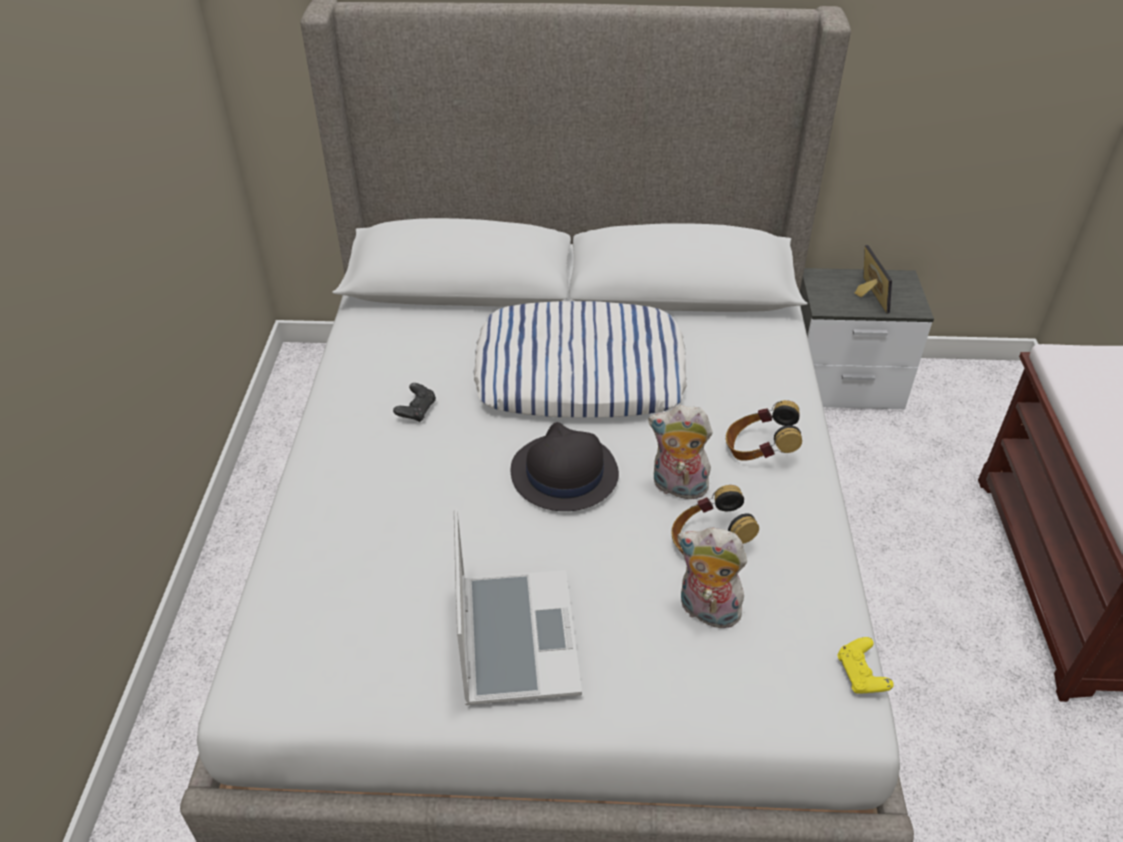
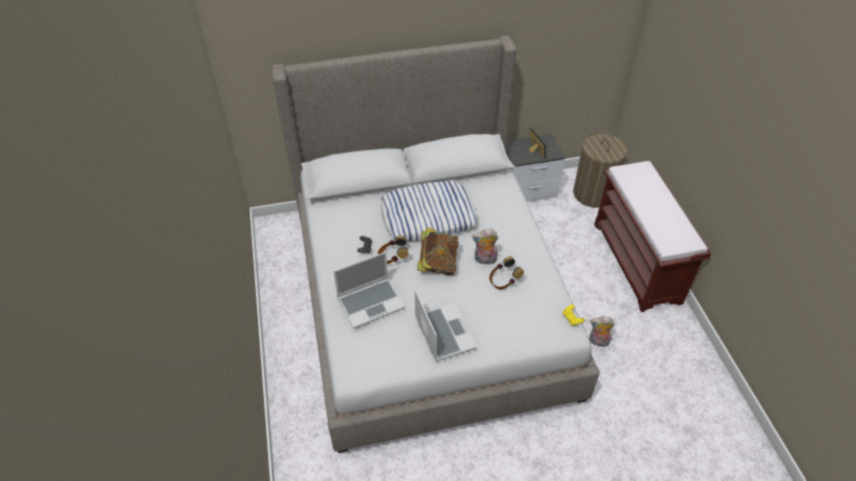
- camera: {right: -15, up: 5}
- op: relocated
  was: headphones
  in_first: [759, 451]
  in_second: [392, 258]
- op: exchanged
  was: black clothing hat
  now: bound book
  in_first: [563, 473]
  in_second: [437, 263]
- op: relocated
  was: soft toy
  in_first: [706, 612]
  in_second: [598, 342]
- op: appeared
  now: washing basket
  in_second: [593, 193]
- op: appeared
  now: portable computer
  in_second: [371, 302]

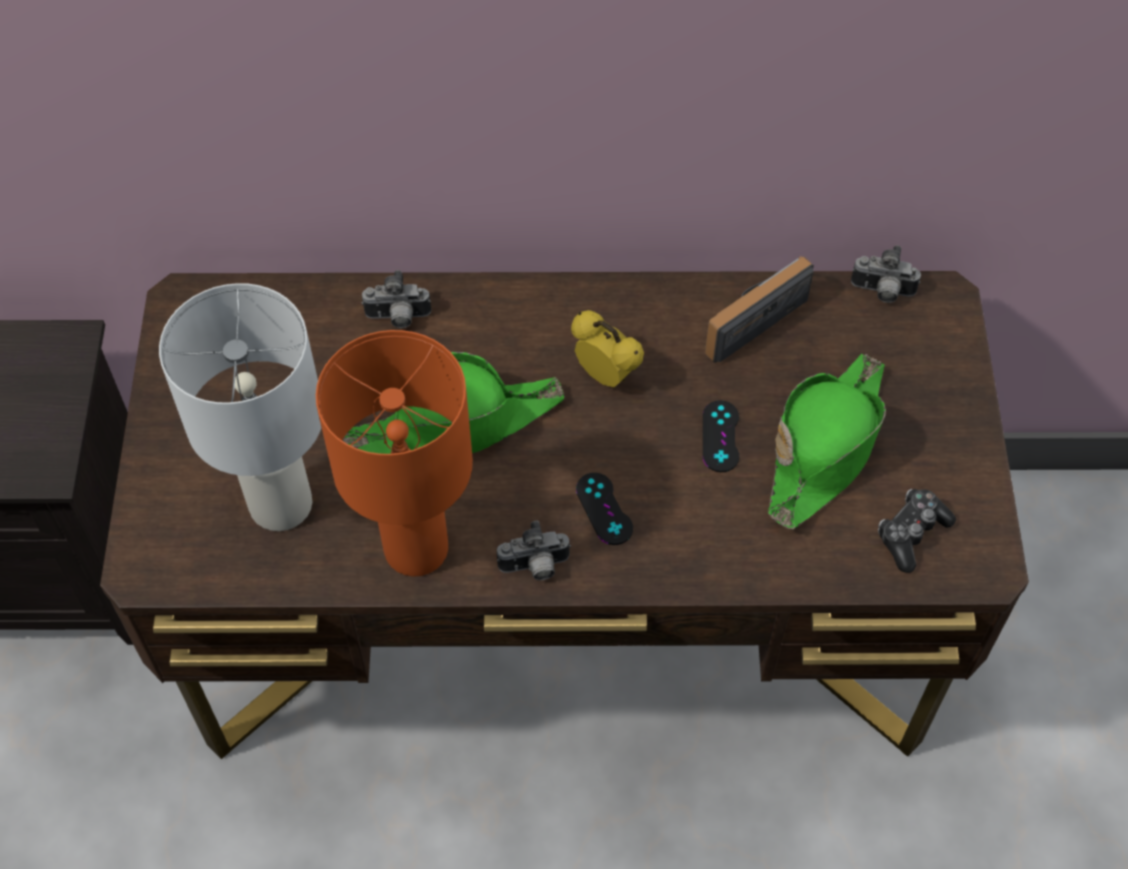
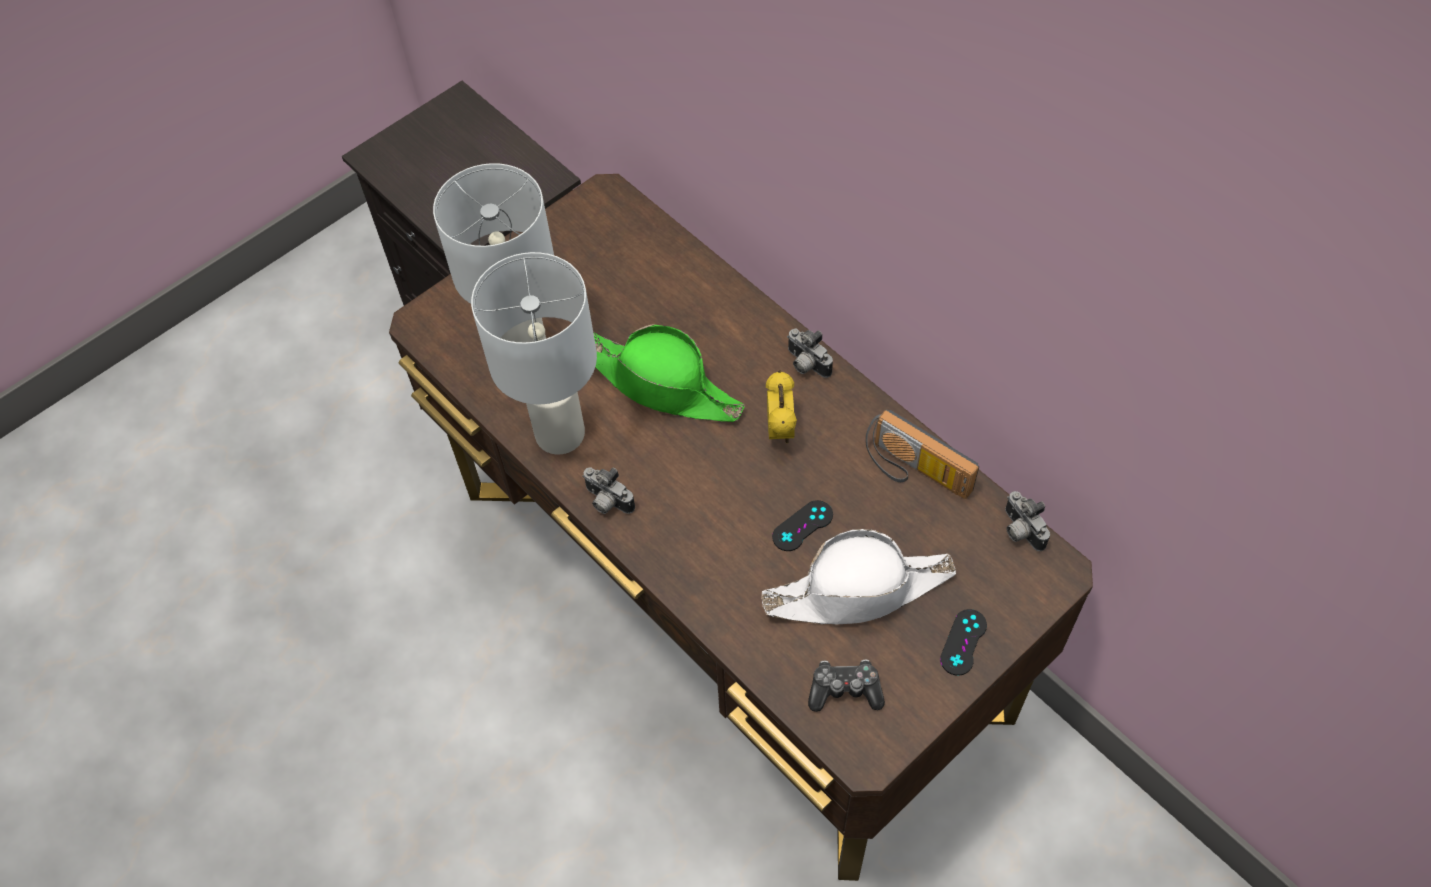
- camera: {right: 50, up: 0}
- op: spun
  was: radio set
  in_first: [751, 316]
  in_second: [914, 472]
  clockwise: -150
- op: relocated
  was: still camera
  in_first: [398, 318]
  in_second: [805, 365]
- op: colour
  was: orange tabletop lamp
  now: white tabletop lamp
  in_first: [414, 548]
  in_second: [558, 433]
- op: colour
  was: green clothing hat
  now: white clothing hat
  in_first: [825, 447]
  in_second: [858, 590]
- op: relocated
  was: black gamepad
  in_first: [604, 509]
  in_second: [963, 642]

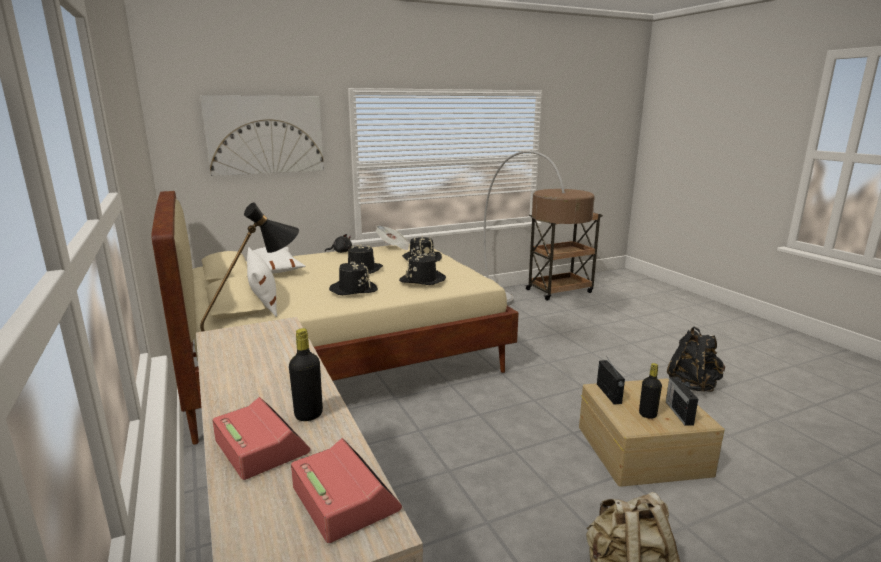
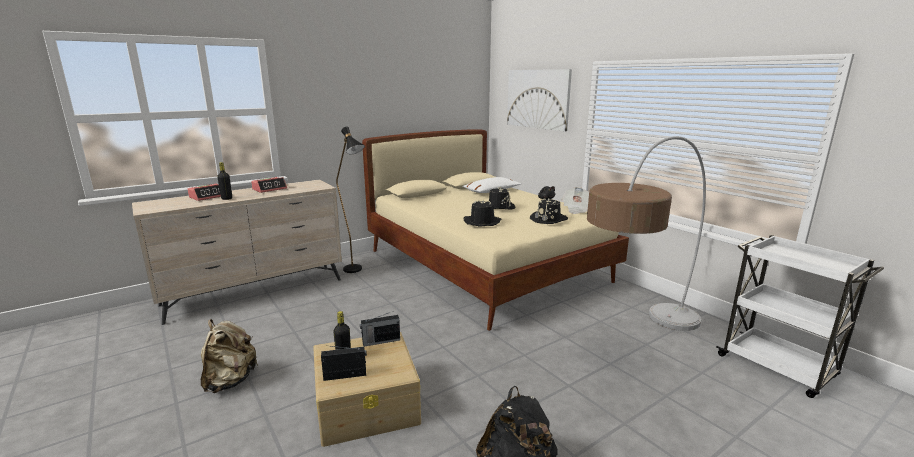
- camera: {right: 80, up: 0}
- op: colour
  was: brownish wheeled cart
  now: white wheeled cart
  in_first: [560, 291]
  in_second: [778, 367]
- op: missing
  was: white throw pillow
  in_first: [263, 301]
- op: missing
  was: black clothing hat
  in_first: [353, 289]
- op: relocated
  was: alarm clock
  in_first: [344, 499]
  in_second: [269, 189]

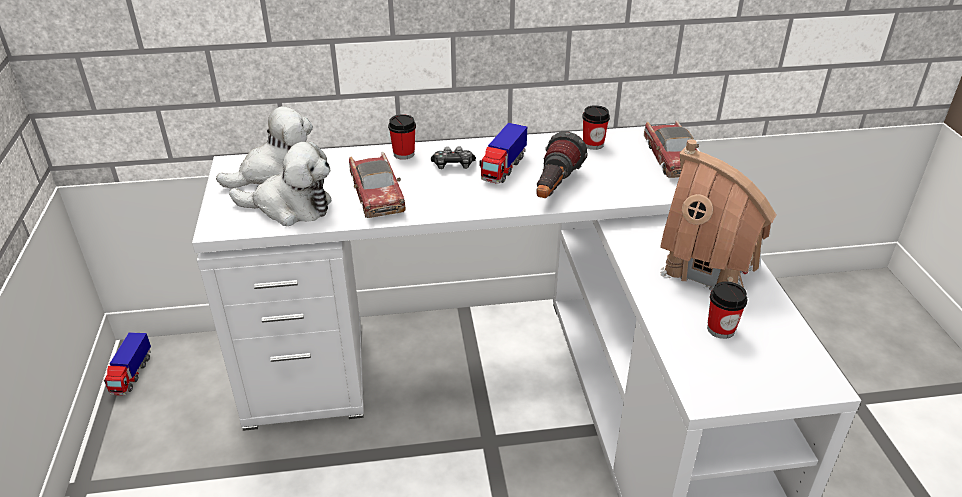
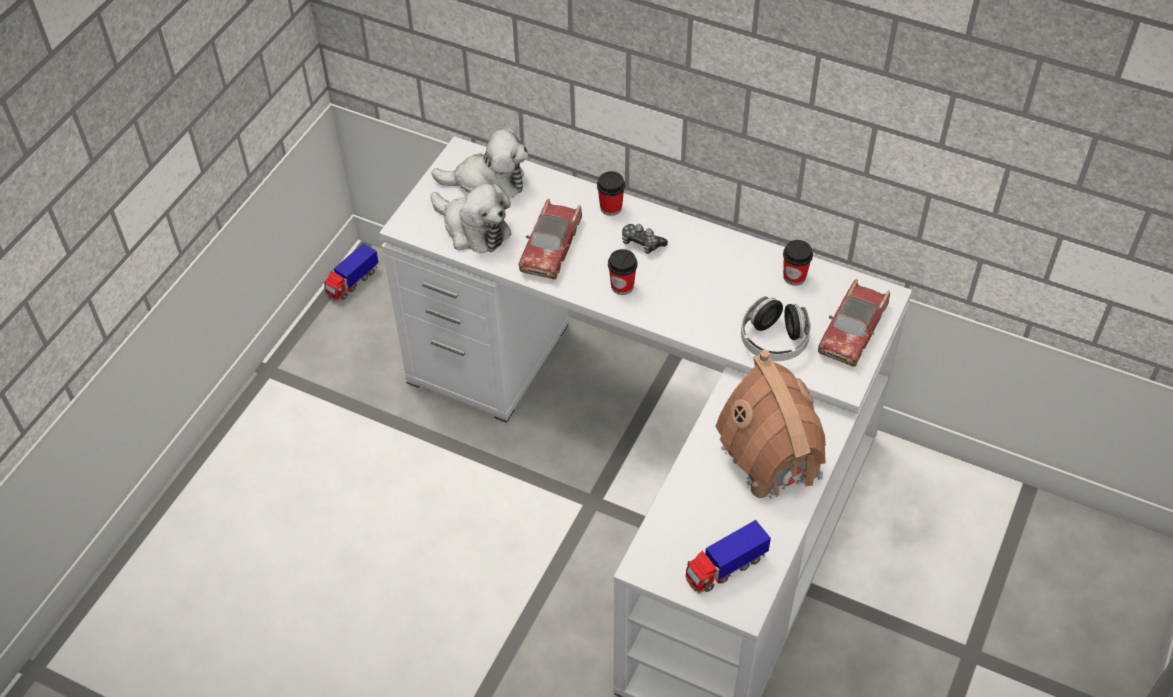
- camera: {right: 35, up: 15}
- op: relocated
  was: toy truck
  in_first: [503, 168]
  in_second: [725, 568]
- op: missing
  was: hand torch
  in_first: [554, 188]
- op: relocated
  was: cup
  in_first: [720, 329]
  in_second: [622, 286]
- op: appeared
  now: headphones
  in_second: [774, 341]

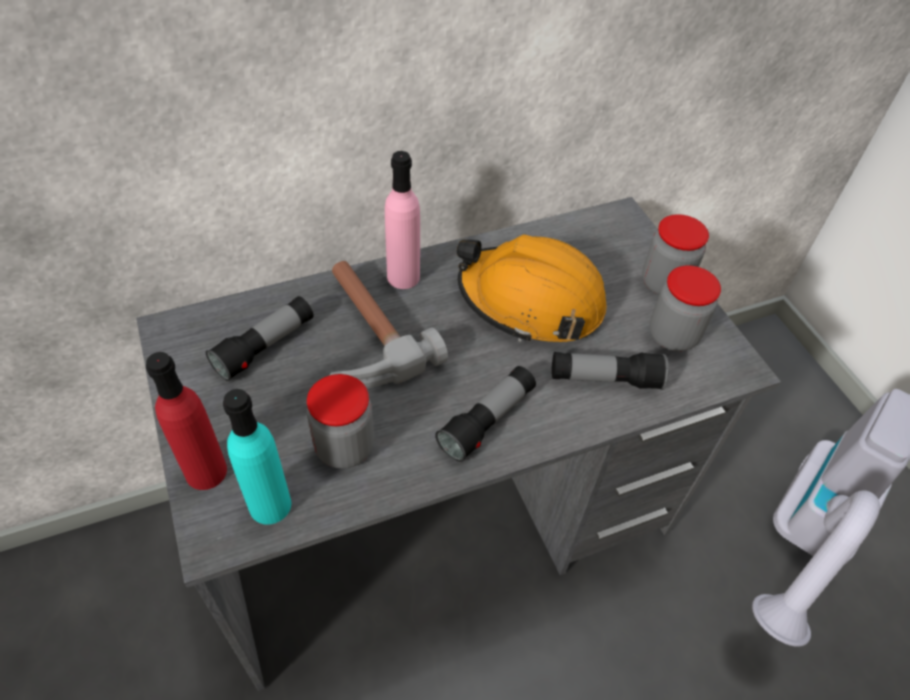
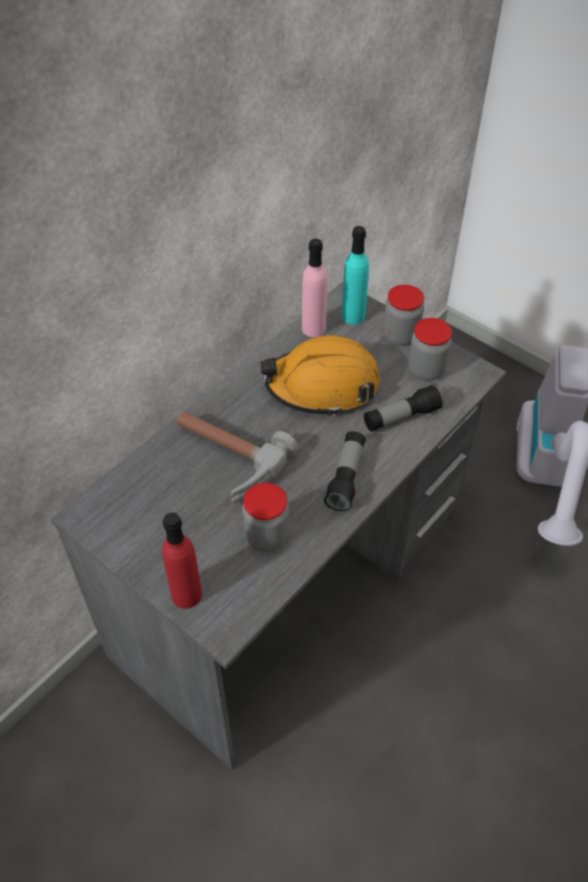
- camera: {right: -25, up: 0}
- op: relocated
  was: pink bottle
  in_first: [403, 277]
  in_second: [313, 328]
- op: missing
  was: hand torch
  in_first: [265, 347]
- op: relocated
  was: blue-green bottle
  in_first: [270, 505]
  in_second: [353, 316]

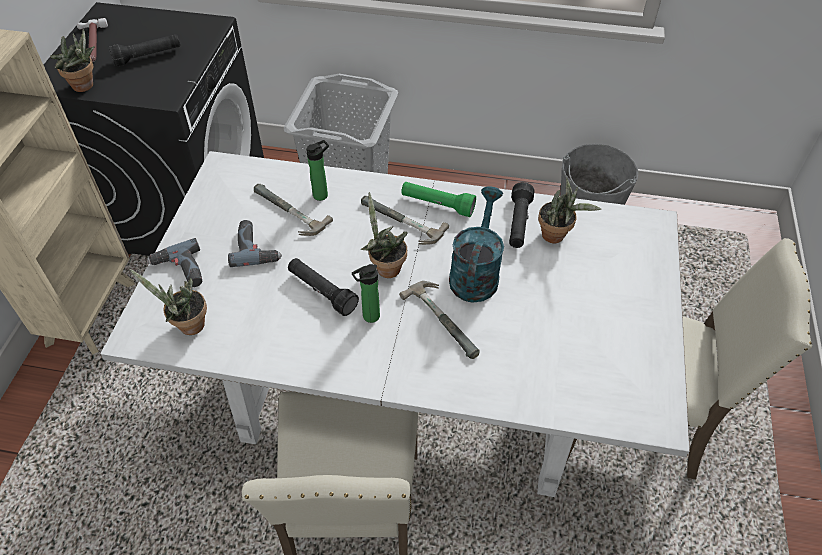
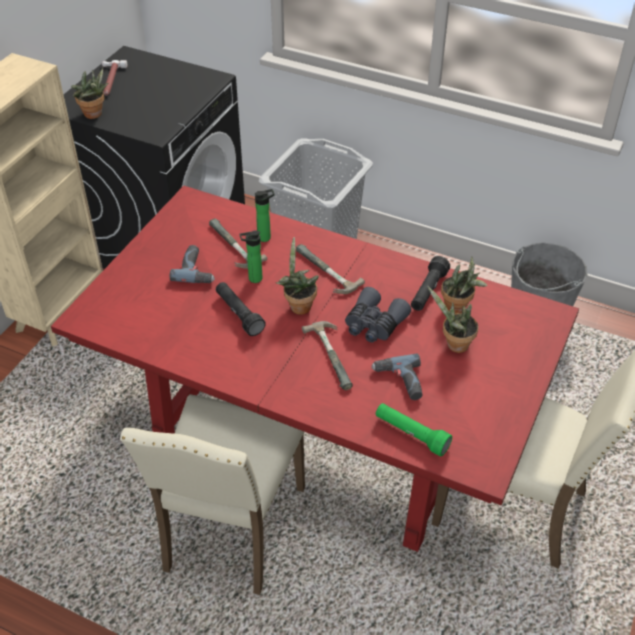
- camera: {right: 15, up: -5}
- op: missing
  was: black hand torch
  in_first: [148, 57]
- op: colour
  was: white kitchen table
  now: reddish kitchen table
  in_first: [408, 389]
  in_second: [315, 432]
- op: relocated
  was: green hand torch
  in_first: [437, 205]
  in_second: [411, 434]
- op: exchanged
  was: blue-green watering pot
  now: grey field glasses
  in_first: [475, 273]
  in_second: [374, 324]
- op: relocated
  was: drill
  in_first: [179, 271]
  in_second: [399, 382]
- op: relocated
  was: bottle
  in_first: [368, 317]
  in_second: [253, 279]
- op: relocated
  was: houseplant
  in_first: [188, 326]
  in_second: [454, 345]

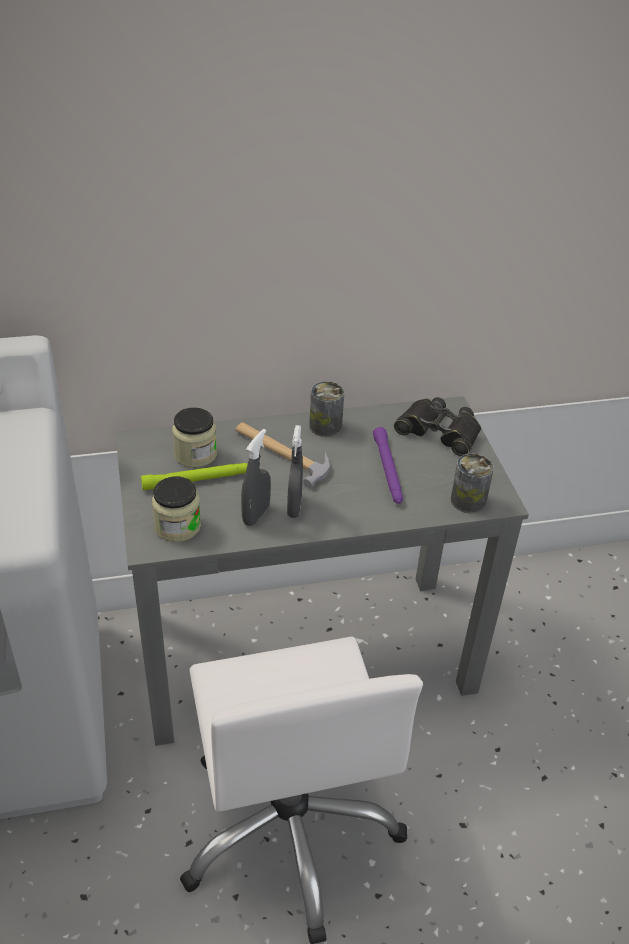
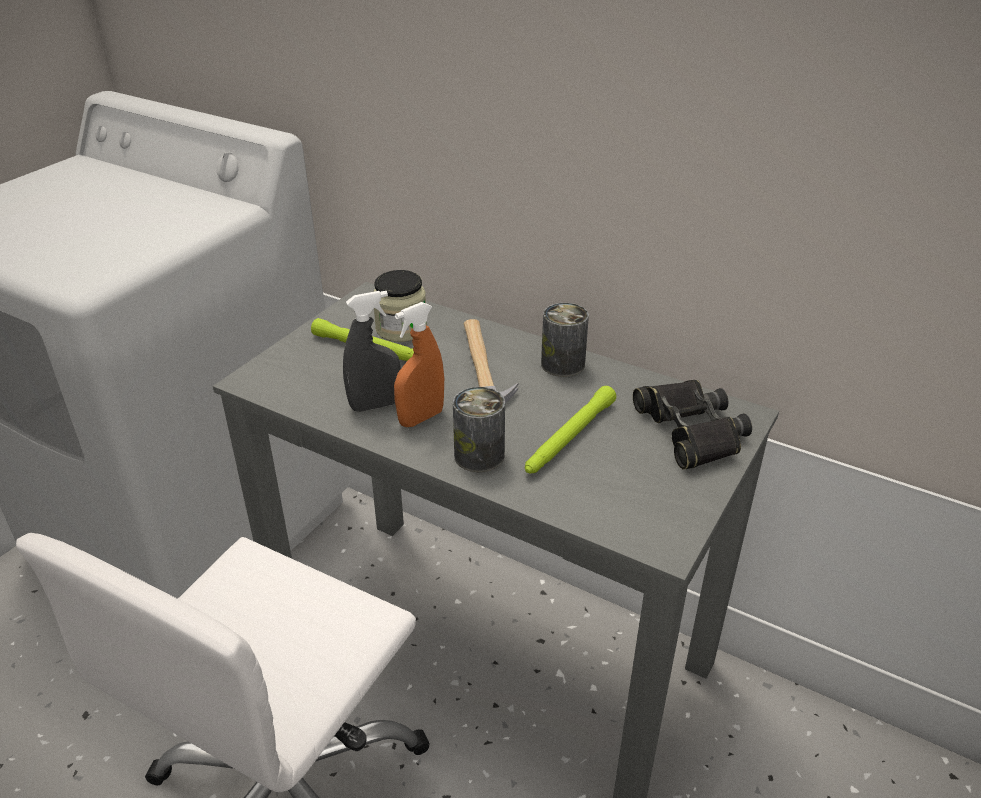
- camera: {right: 45, up: -5}
- op: colour
  was: grey spray bottle
  now: orange spray bottle
  in_first: [294, 506]
  in_second: [421, 418]
- op: colour
  was: purple-coloured hand torch
  now: green hand torch
  in_first: [388, 471]
  in_second: [569, 438]
- op: relocated
  was: can
  in_first: [468, 501]
  in_second: [479, 455]
- op: missing
  was: jar
  in_first: [177, 526]

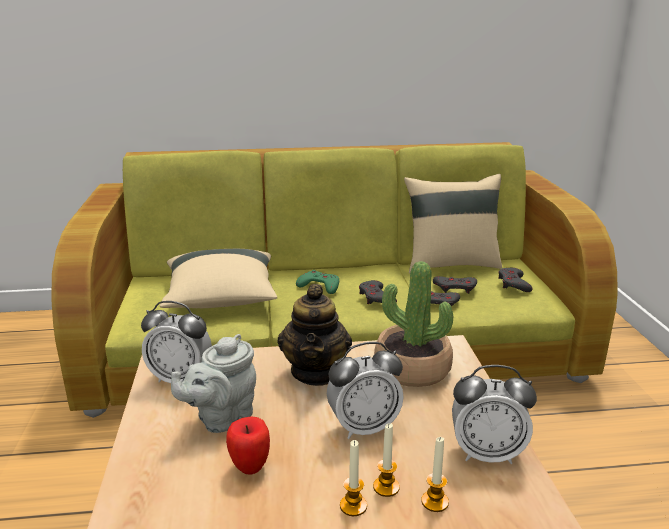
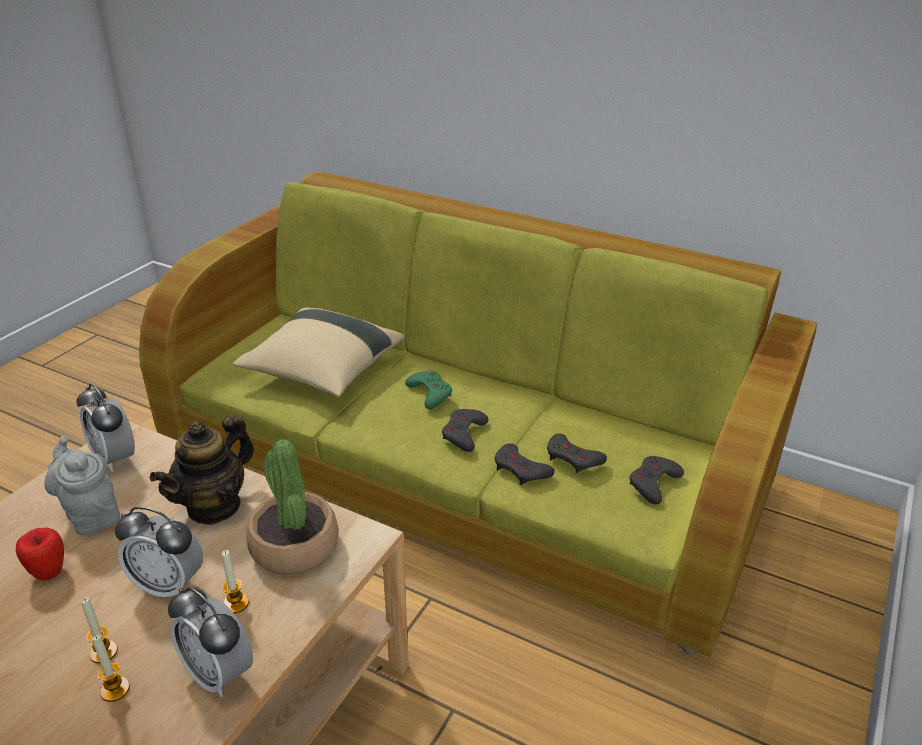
- camera: {right: 35, up: 10}
- op: missing
  was: sand-coloured throw pillow
  in_first: [450, 264]
- op: spun
  was: grey pot for tea
  in_first: [221, 417]
  in_second: [91, 514]
  clockwise: 60
- op: relocated
  was: wax light
  in_first: [353, 506]
  in_second: [236, 603]

